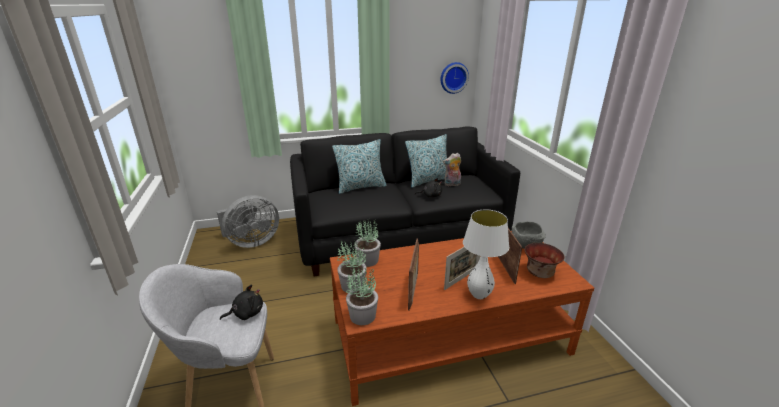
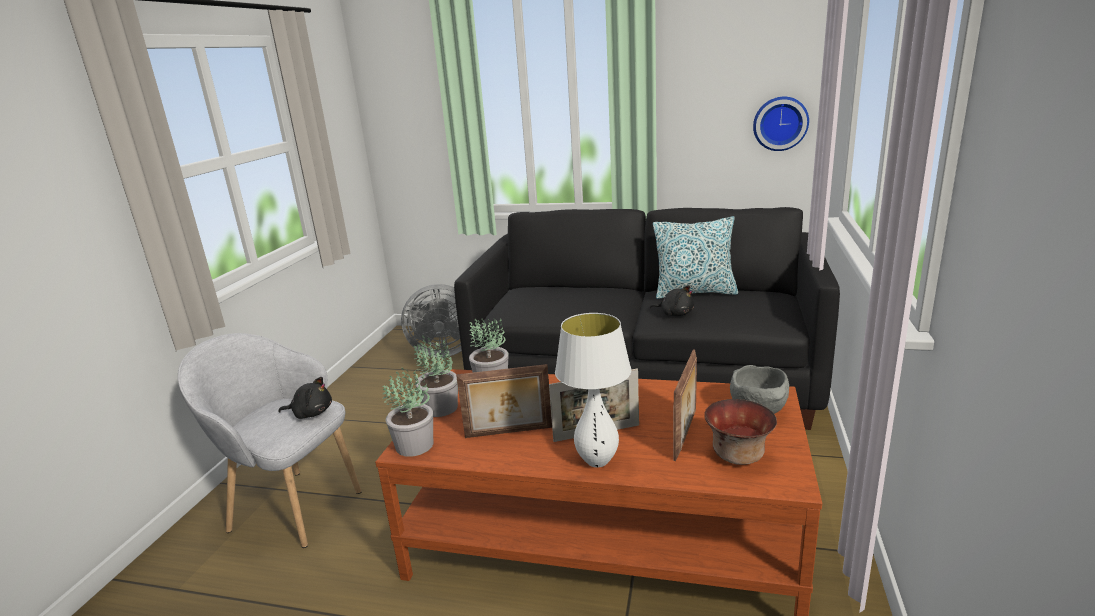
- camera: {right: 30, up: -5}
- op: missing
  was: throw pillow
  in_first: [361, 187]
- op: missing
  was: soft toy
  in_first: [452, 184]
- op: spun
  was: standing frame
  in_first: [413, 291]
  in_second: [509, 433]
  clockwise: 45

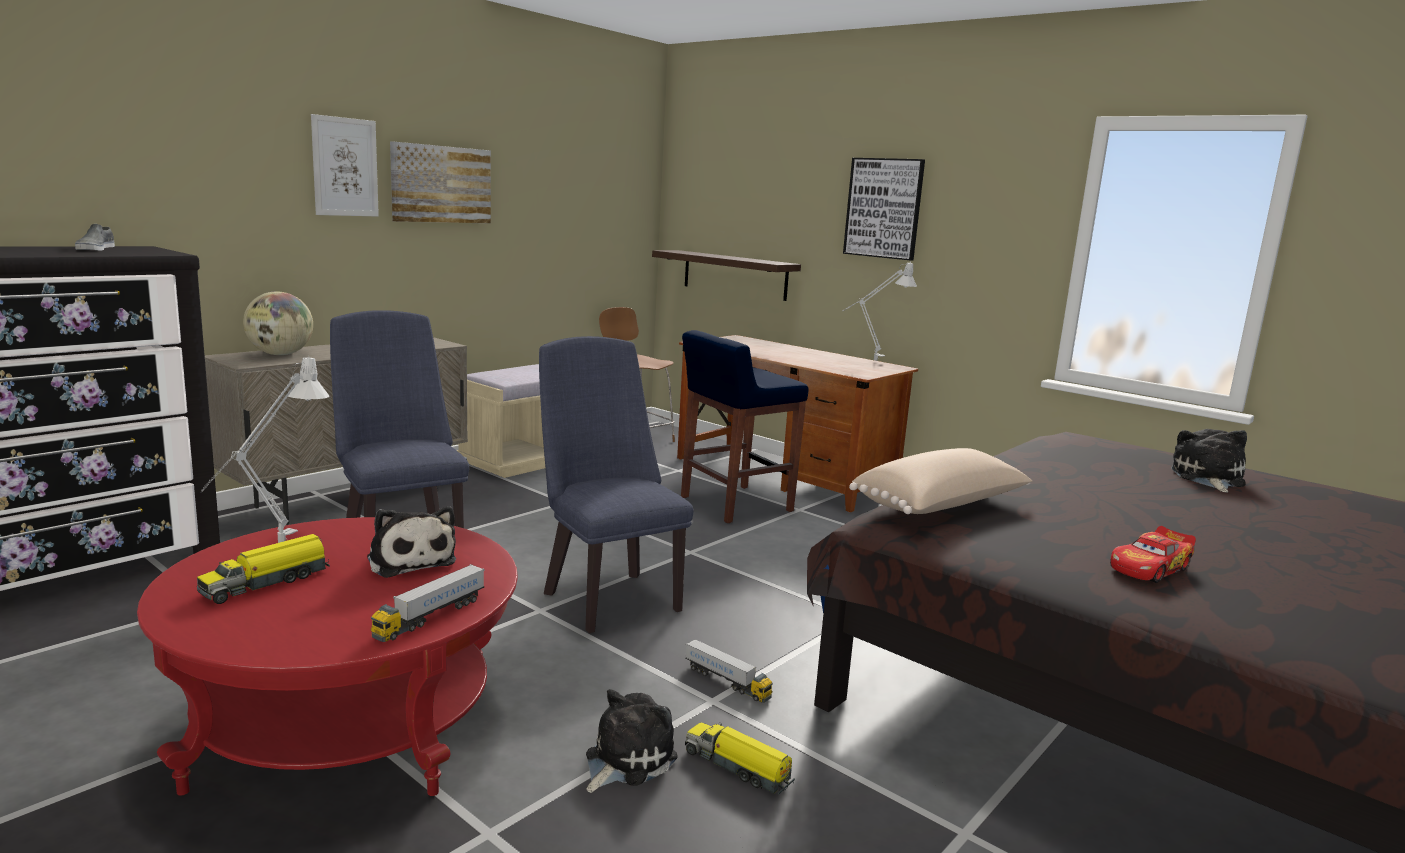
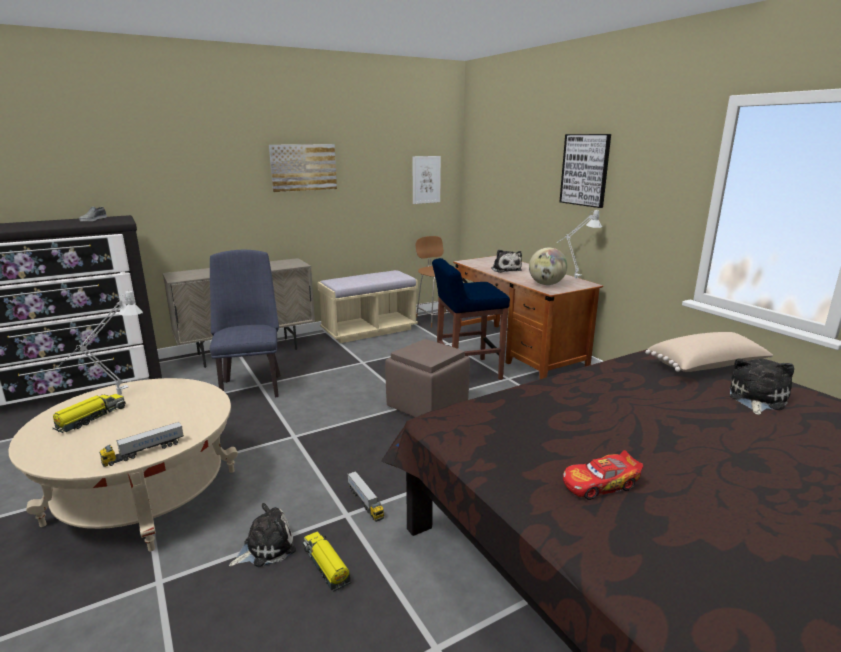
- camera: {right: 20, up: 5}
- op: relocated
  was: picture
  in_first: [345, 167]
  in_second: [426, 179]
- op: missing
  was: shelf
  in_first: [734, 275]
- op: relocated
  was: world globe
  in_first: [280, 354]
  in_second: [546, 284]
- op: missing
  was: blue chair
  in_first: [606, 596]
- op: relocated
  was: sand-coloured throw pillow
  in_first: [942, 507]
  in_second: [707, 367]
- op: relocated
  was: soft toy
  in_first: [410, 560]
  in_second: [505, 269]
- op: colour
  was: reddish coffee table
  now: sand-coloured coffee table
  in_first: [348, 722]
  in_second: [144, 496]
- op: spun
  was: toy truck
  in_first: [267, 582]
  in_second: [90, 418]
  clockwise: 150
- op: appeared
  now: brownish footrest
  in_second: [428, 406]

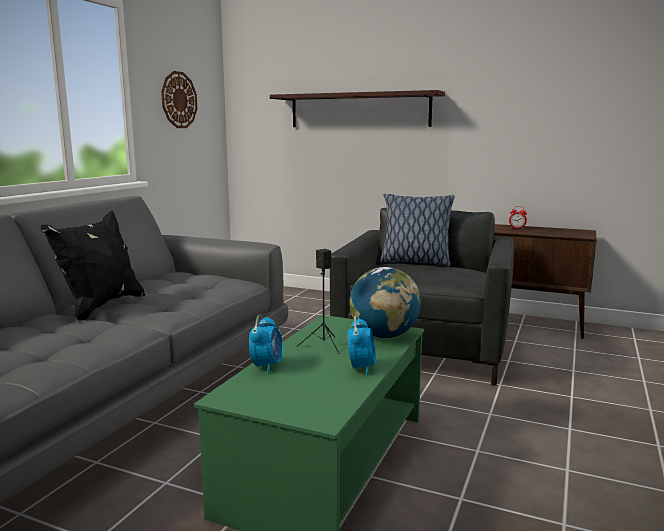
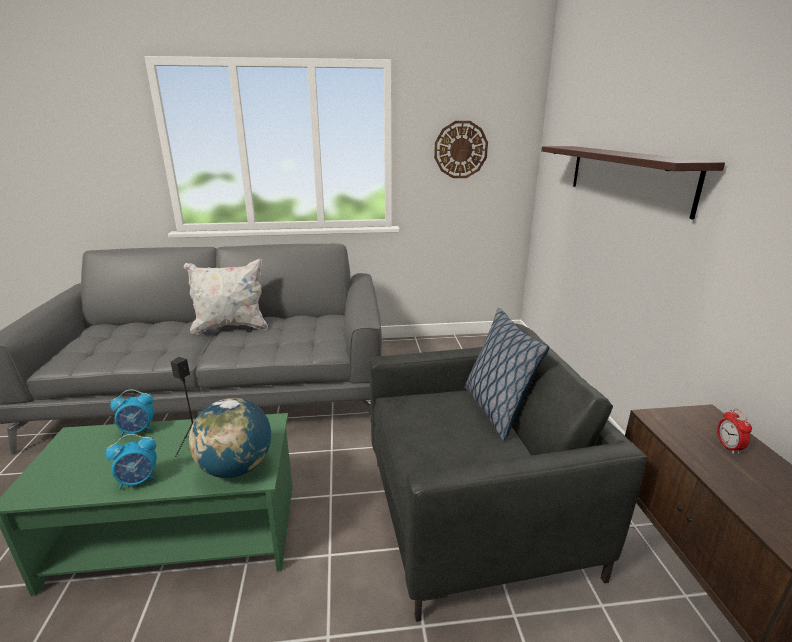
- camera: {right: 60, up: 10}
- op: colour
  was: black throw pillow
  now: white throw pillow
  in_first: [101, 306]
  in_second: [231, 327]

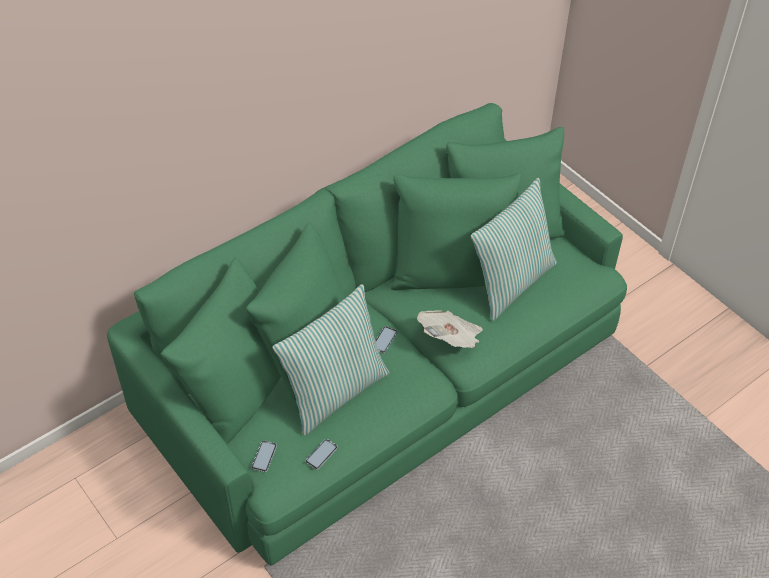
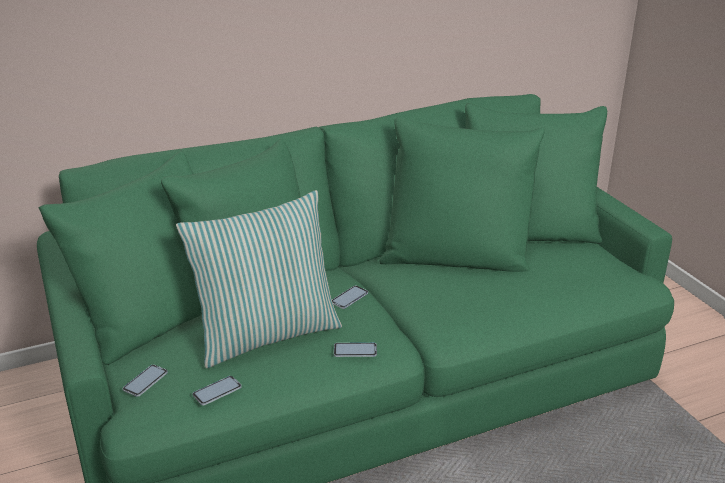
- camera: {right: 15, up: -20}
- op: missing
  was: throw pillow
  in_first: [510, 282]
- op: missing
  was: printed paper
  in_first: [451, 339]
- op: appeared
  now: handset
  in_second: [355, 351]

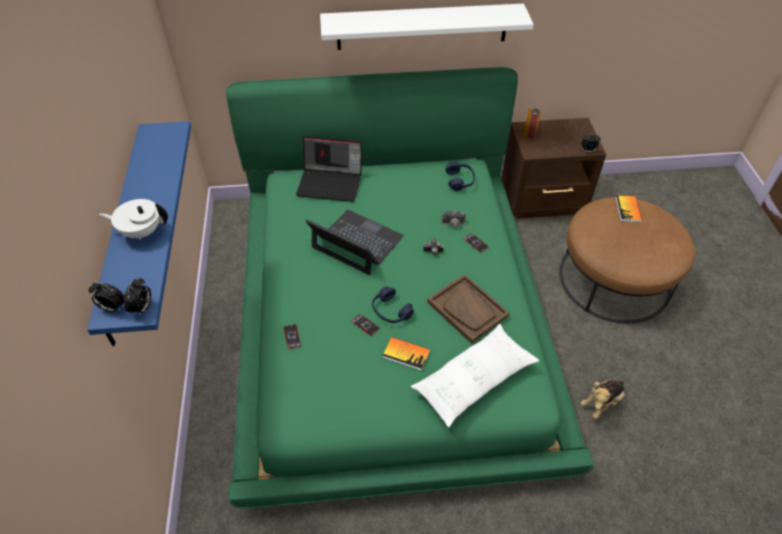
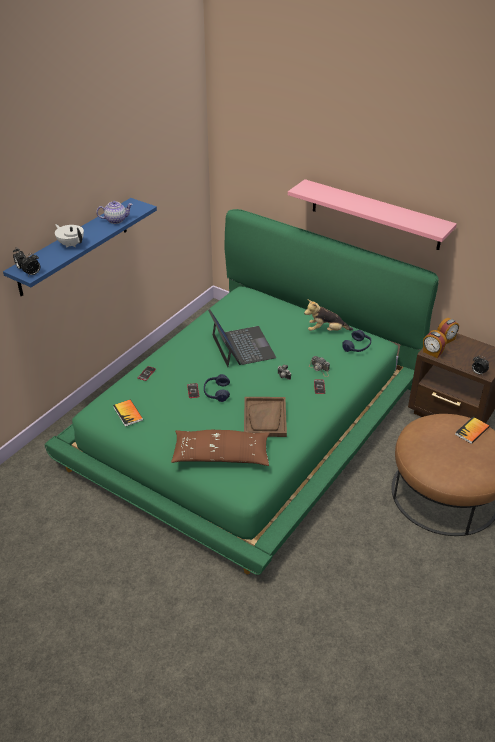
- camera: {right: 40, up: -10}
- op: colour
  was: white shelf
  now: pink shelf
  in_first: [422, 26]
  in_second: [375, 215]
- op: missing
  was: portable computer
  in_first: [331, 183]
- op: colour
  was: white throw pillow
  now: brownish throw pillow
  in_first: [474, 380]
  in_second: [221, 455]
- op: relocated
  was: bound book
  in_first: [406, 354]
  in_second: [128, 413]
- op: relocated
  was: soft toy
  in_first: [602, 402]
  in_second: [326, 331]
- op: appeared
  now: pot for tea
  in_second: [116, 220]
- op: appeared
  now: alarm clock
  in_second: [432, 352]

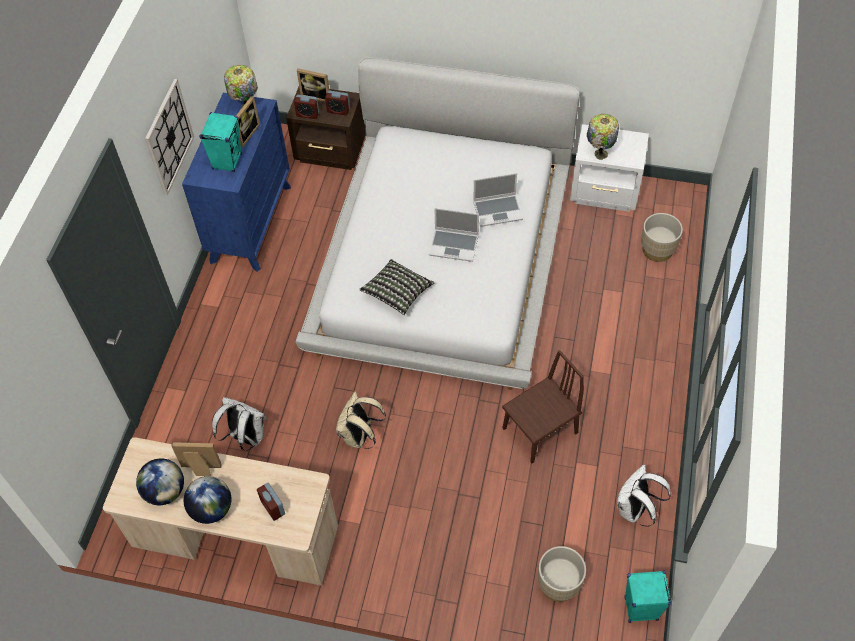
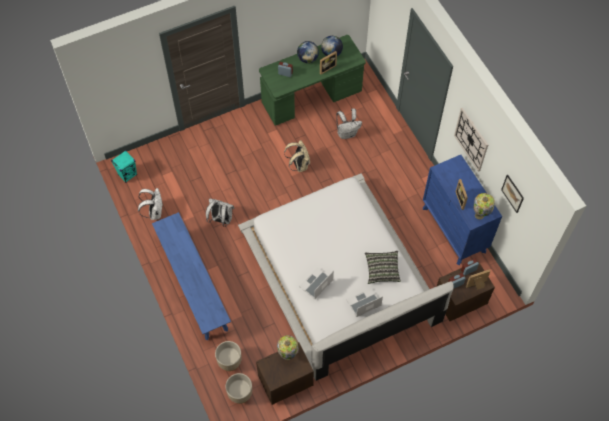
- camera: {right: 140, up: 5}
- op: missing
  was: blue-green loudspeaker
  in_first: [227, 161]
- op: colour
  was: white bedside table
  now: brownish bedside table
  in_first: [605, 193]
  in_second: [284, 382]
- op: relocated
  was: portable computer
  in_first: [454, 245]
  in_second: [363, 303]
- op: relocated
  was: throw pillow
  in_first: [397, 293]
  in_second: [382, 270]
- op: exchanged
  was: brownish chair
  now: white knapsack
  in_first: [540, 430]
  in_second: [221, 220]
- op: colour
  was: sand-coloured desk unit
  now: green desk unit
  in_first: [235, 537]
  in_second: [311, 97]
- op: relocated
  was: sand-coloured flower pot
  in_first: [559, 584]
  in_second: [240, 393]
- op: appeared
  now: picture
  in_second: [512, 193]
- op: appeared
  now: blue bench
  in_second: [193, 285]

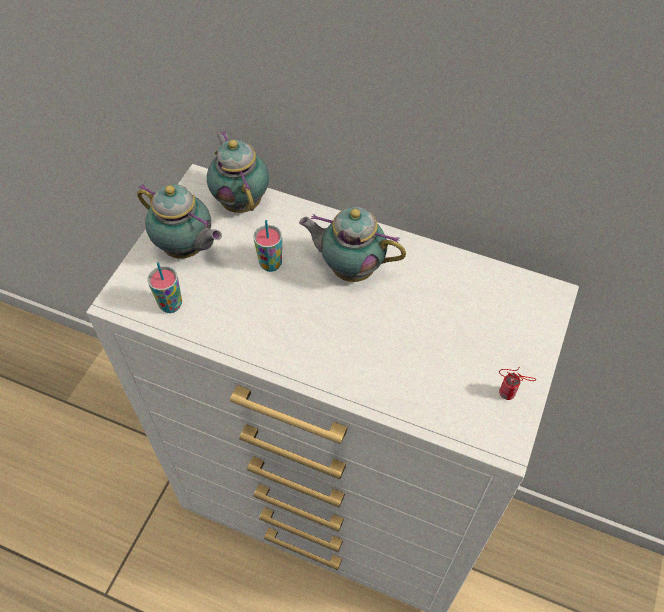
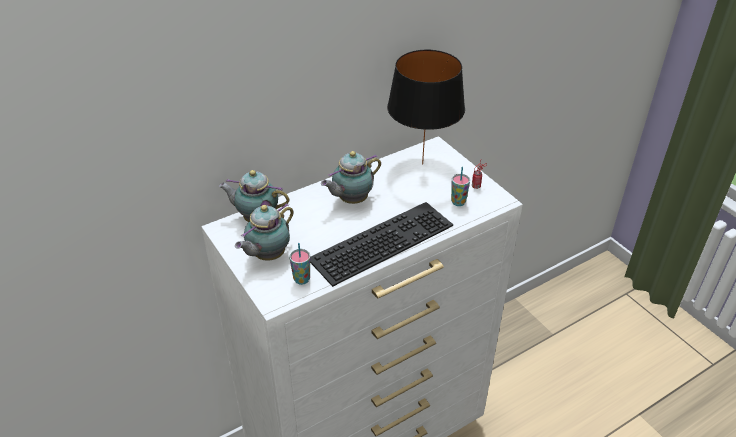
- camera: {right: -55, up: -15}
- op: spun
  was: pot for tea
  in_first: [187, 249]
  in_second: [267, 256]
  clockwise: 150
- op: relocated
  was: cup
  in_first: [270, 264]
  in_second: [458, 202]
- op: appeared
  now: black tabletop lamp
  in_second: [421, 164]
- op: appeared
  now: PC keyboard
  in_second: [381, 240]

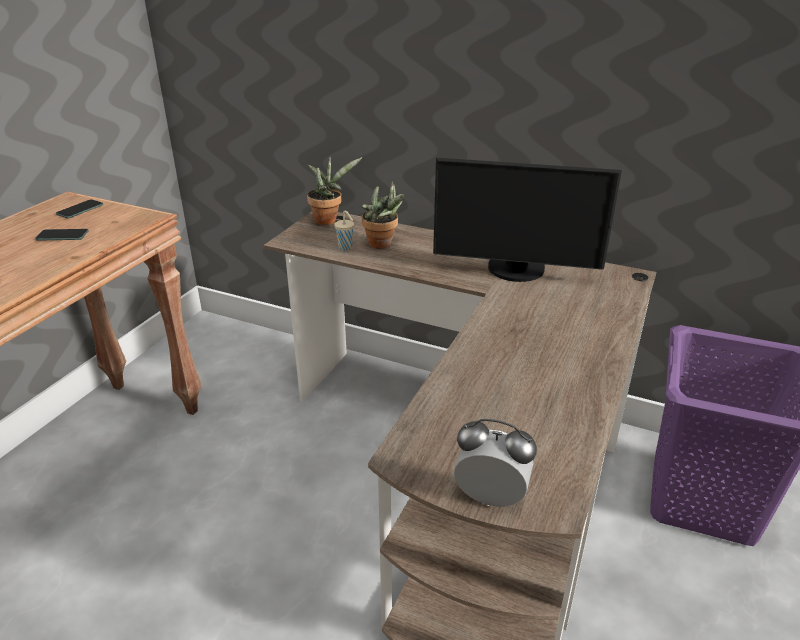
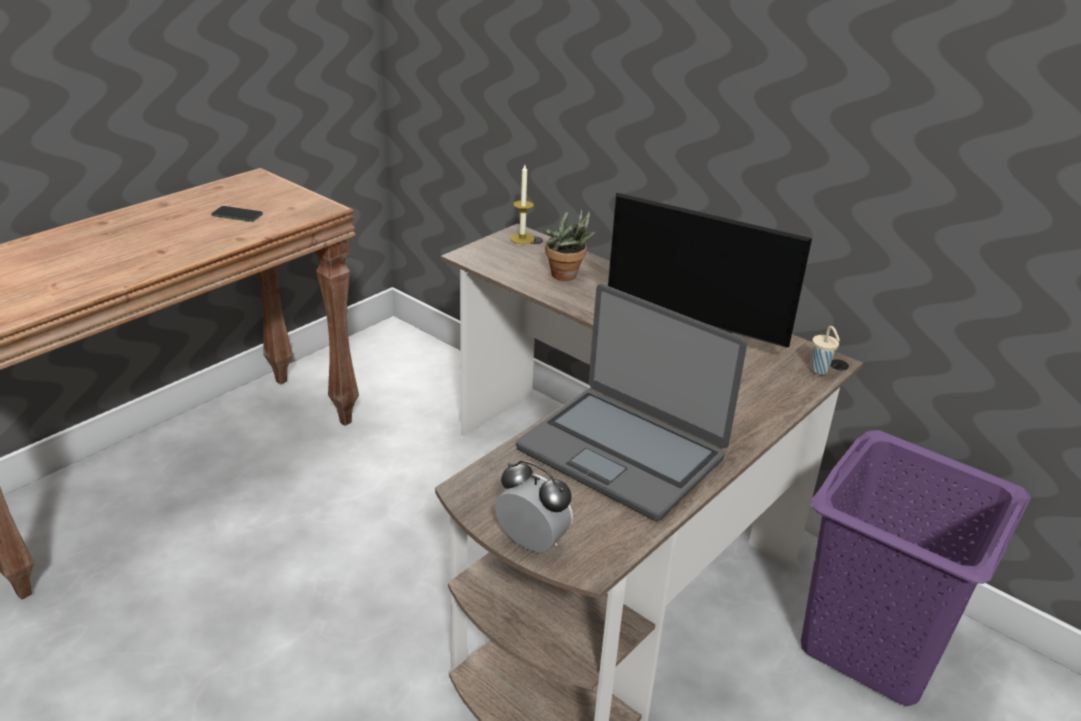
- camera: {right: 15, up: 0}
- op: exchanged
  was: houseplant
  now: wax light
  in_first: [328, 219]
  in_second: [522, 239]
- op: missing
  was: handset
  in_first: [80, 209]
- op: relocated
  was: sand-coloured cup
  in_first: [346, 248]
  in_second: [820, 370]
- op: appeared
  now: portable computer
  in_second: [622, 452]

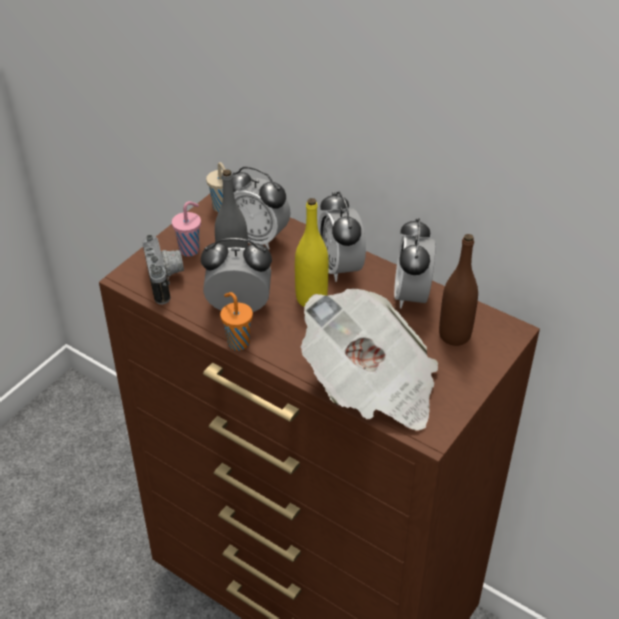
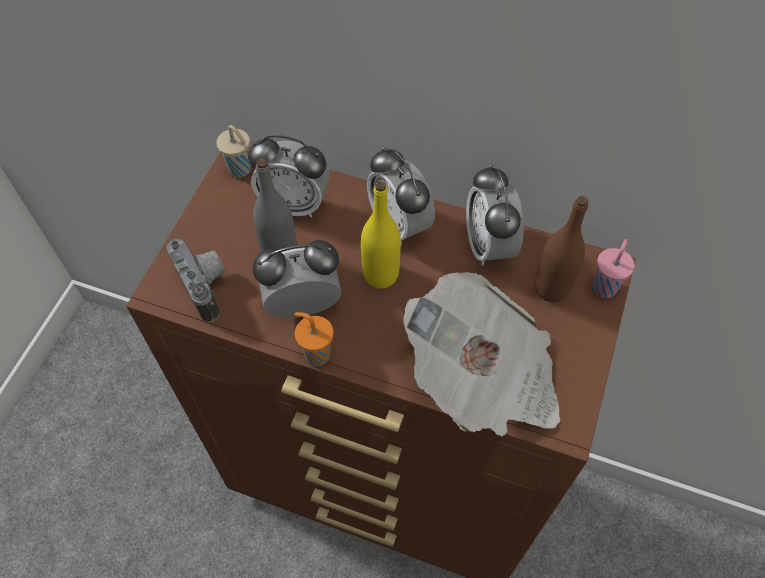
- camera: {right: -15, up: 15}
- op: relocated
  was: pink cup
  in_first: [190, 249]
  in_second: [605, 287]

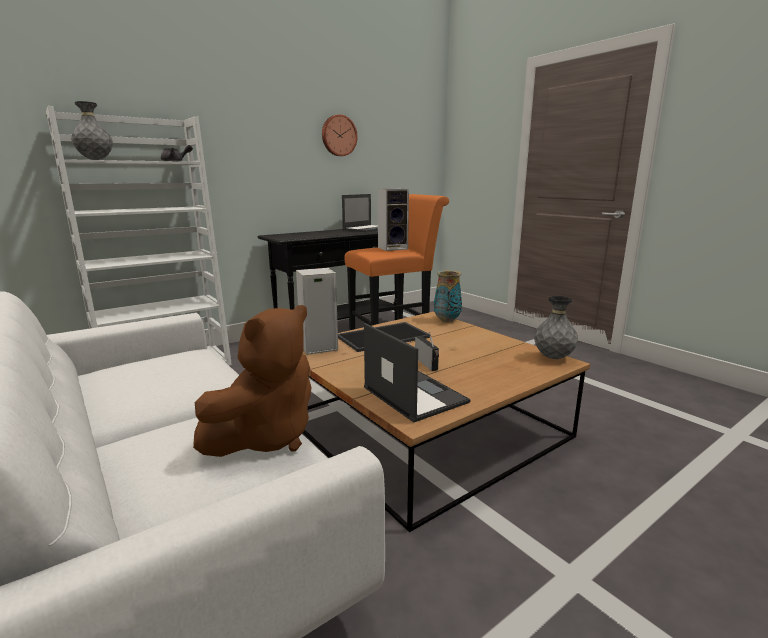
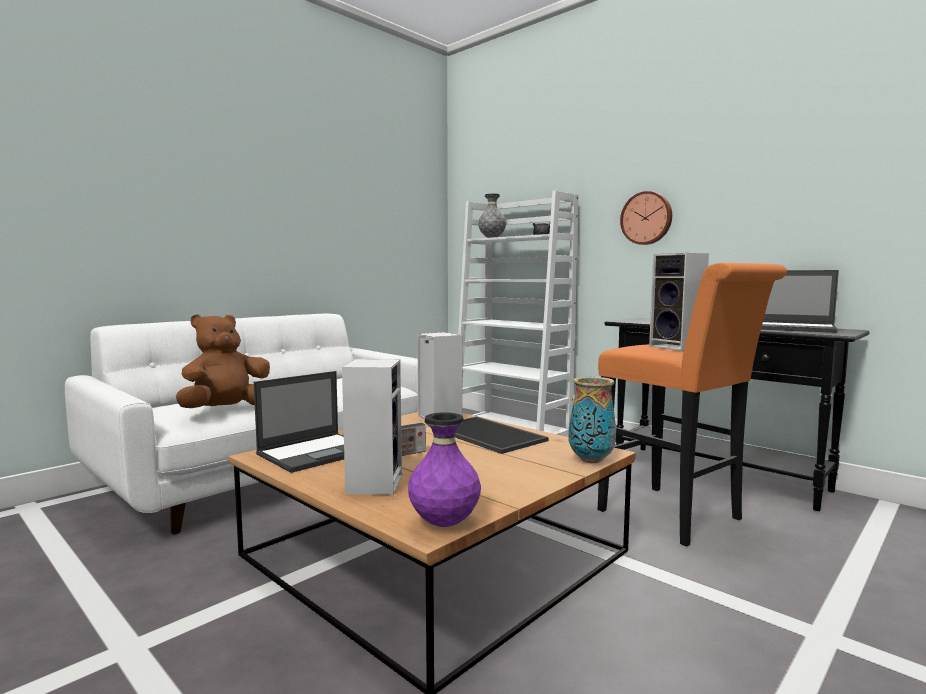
- camera: {right: 80, up: -10}
- op: relocated
  was: clock on the wall
  in_first: [338, 135]
  in_second: [647, 218]
- op: colour
  was: grey vase
  now: purple-coloured vase
  in_first: [553, 358]
  in_second: [444, 524]
- op: spun
  was: brownish soft toy
  in_first: [266, 437]
  in_second: [226, 410]
  clockwise: 105
- op: appeared
  now: loudspeaker
  in_second: [374, 483]

